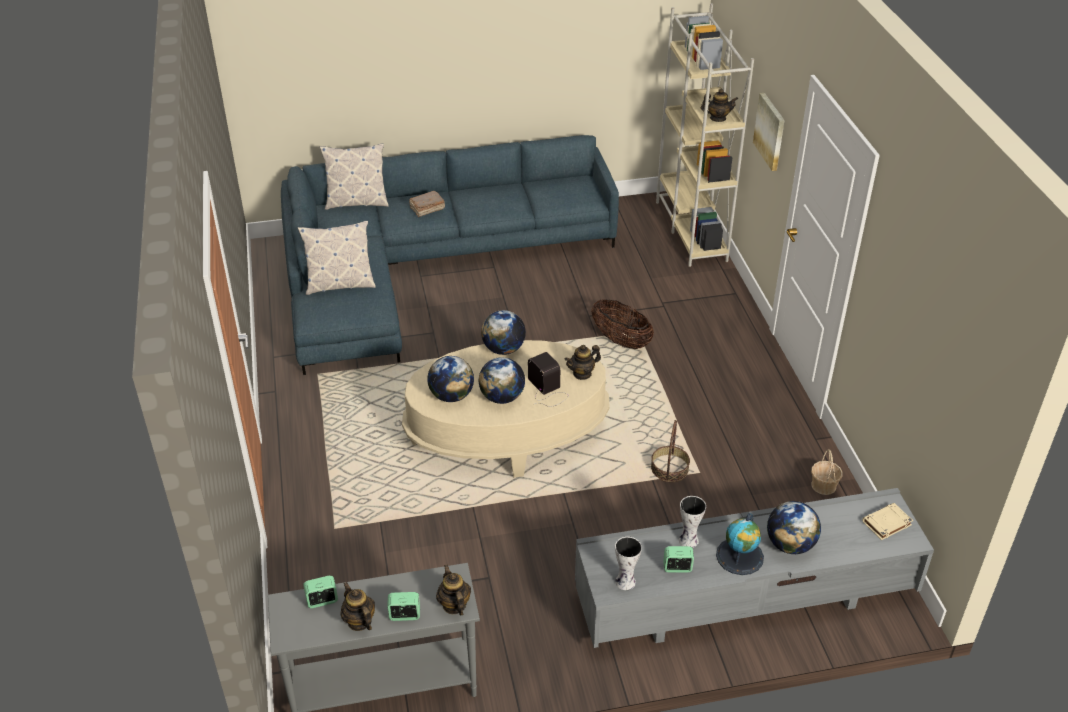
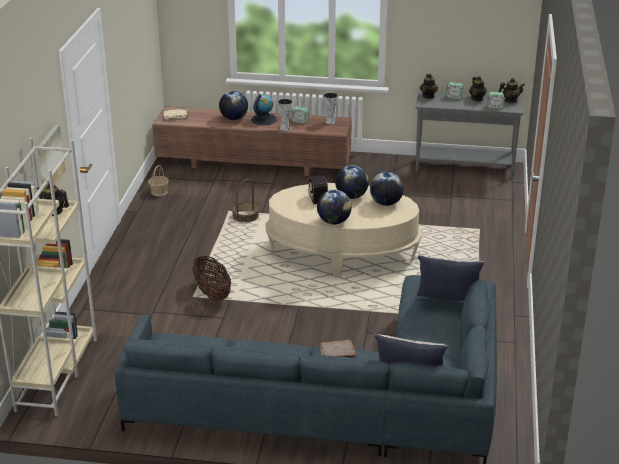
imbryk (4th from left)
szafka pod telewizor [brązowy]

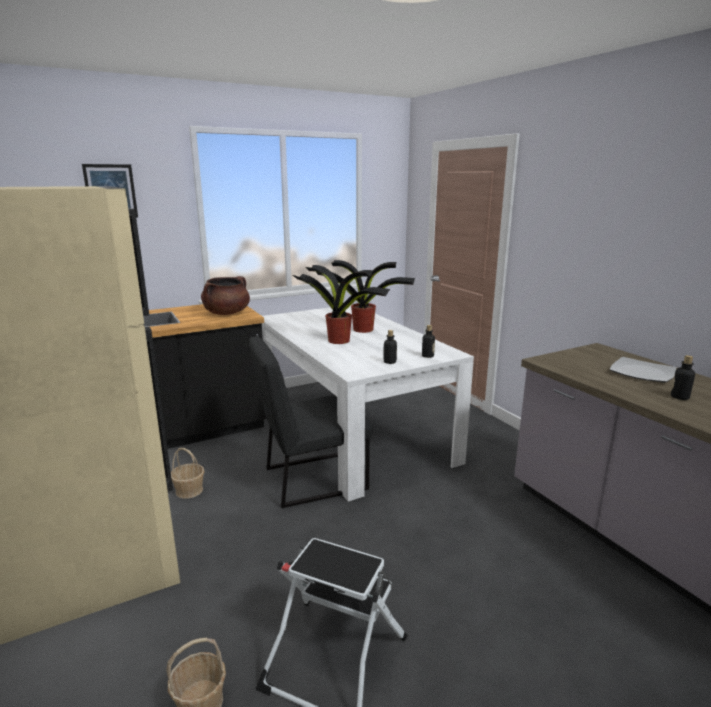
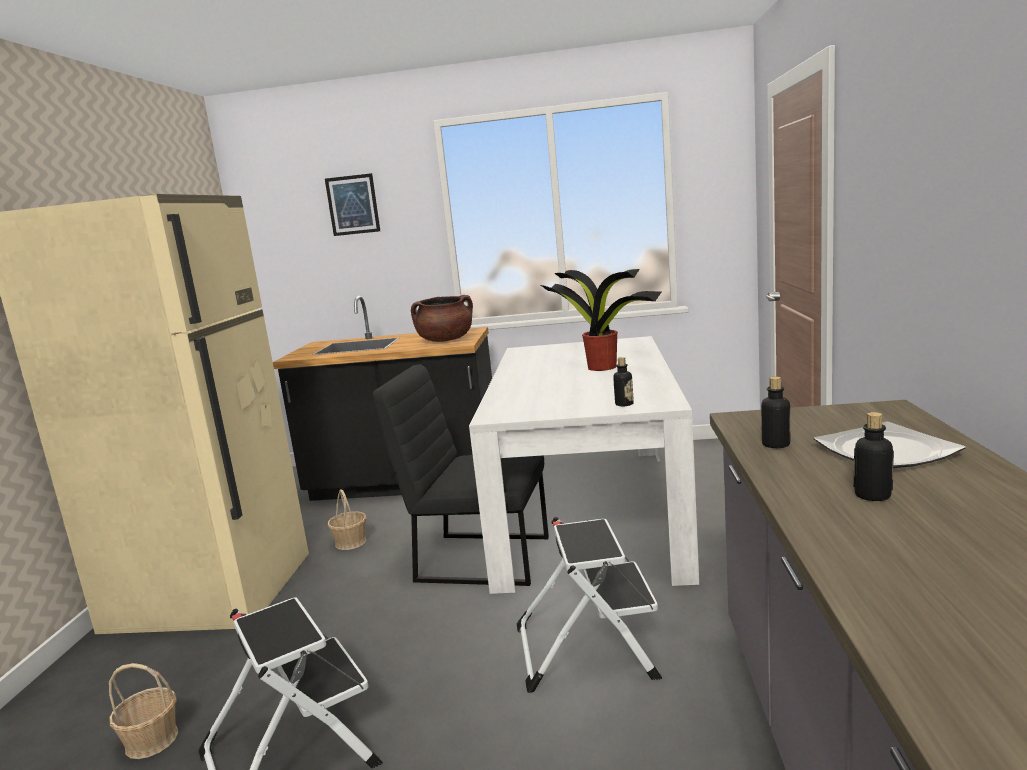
roślina doniczkowa (1st from left in the first image)
butelka (2nd from left)
drabinka (2nd from left)

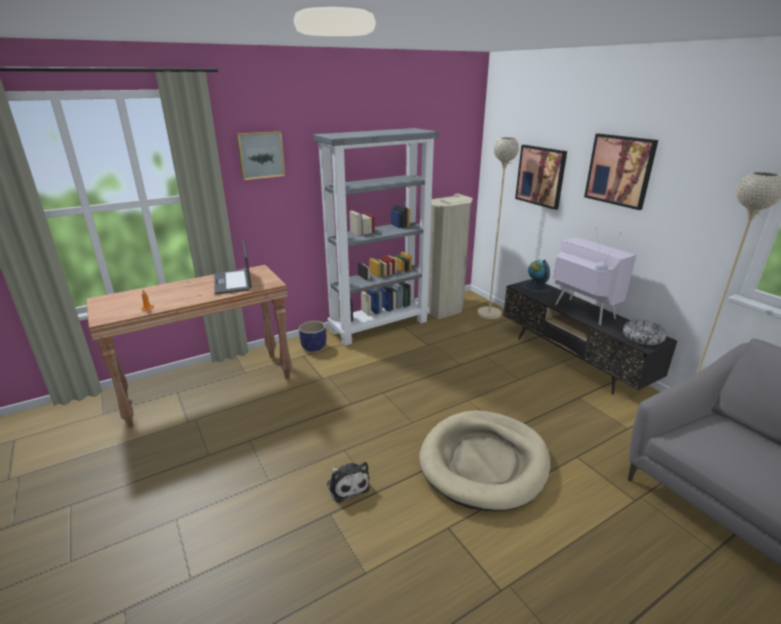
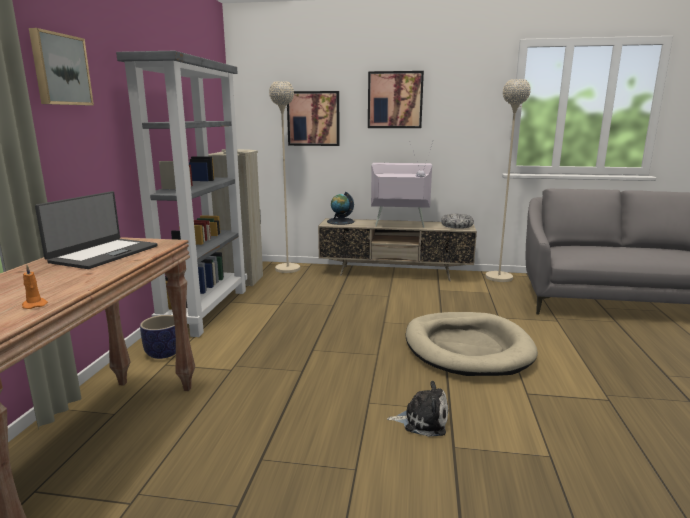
laptop
szafka pod telewizor [beżowy]

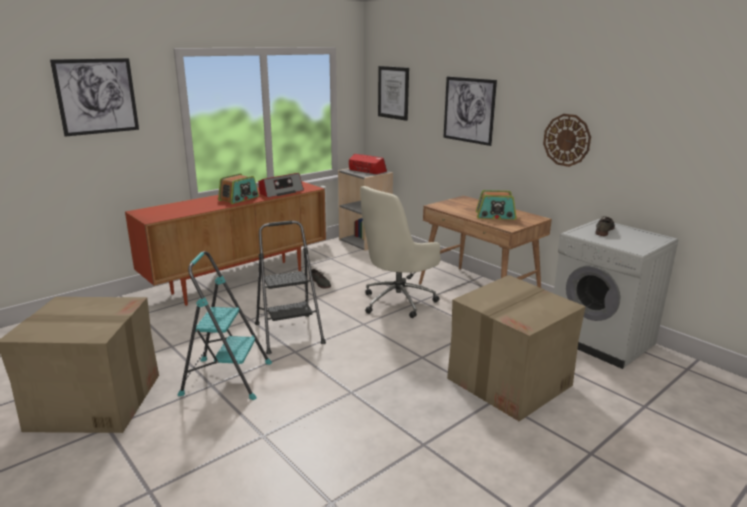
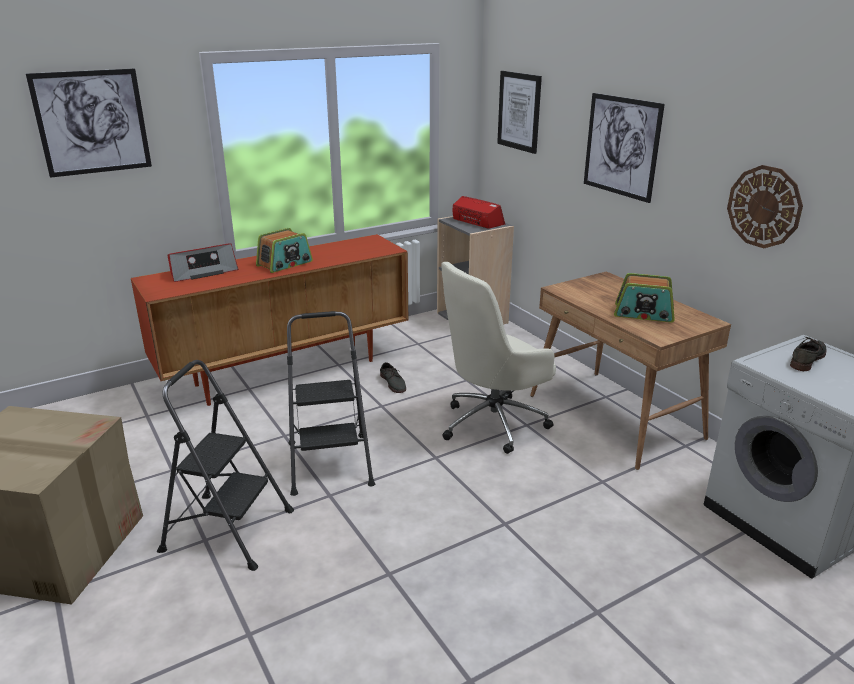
drabinka [czarny] (1st from left)
radio (1st from left)
karton (2nd from left in the first image)

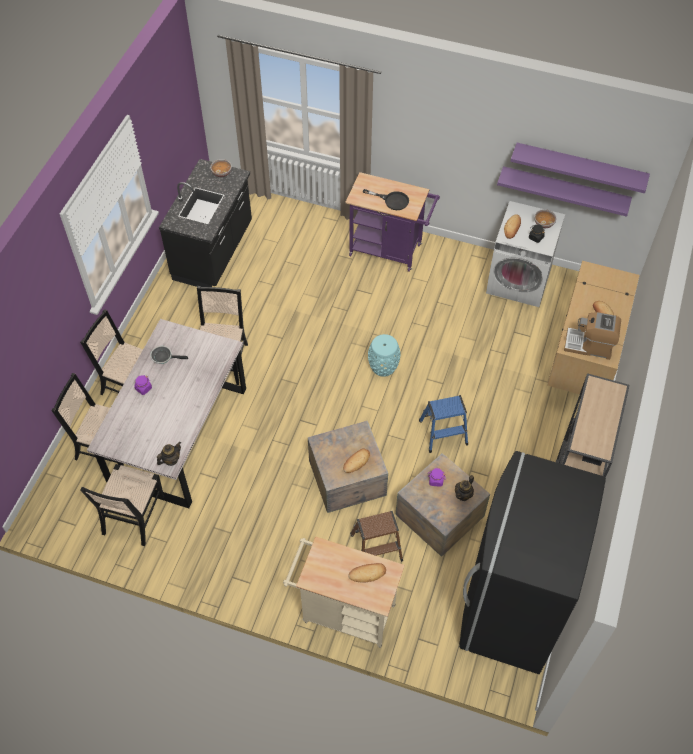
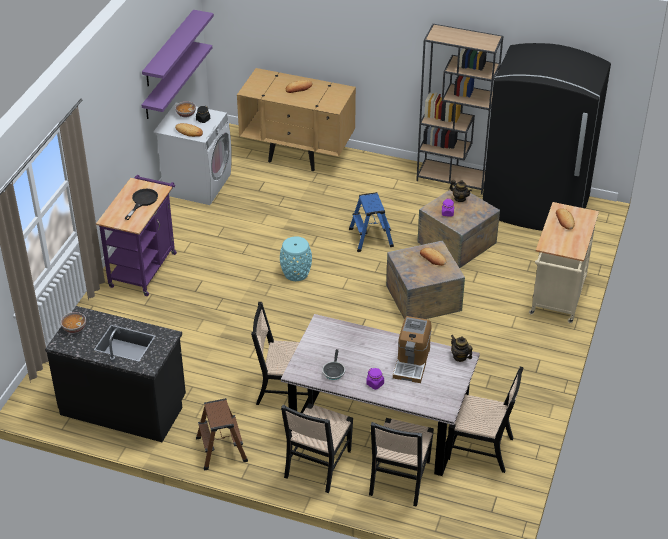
drabinka [brązowy]
ekspres do kawy

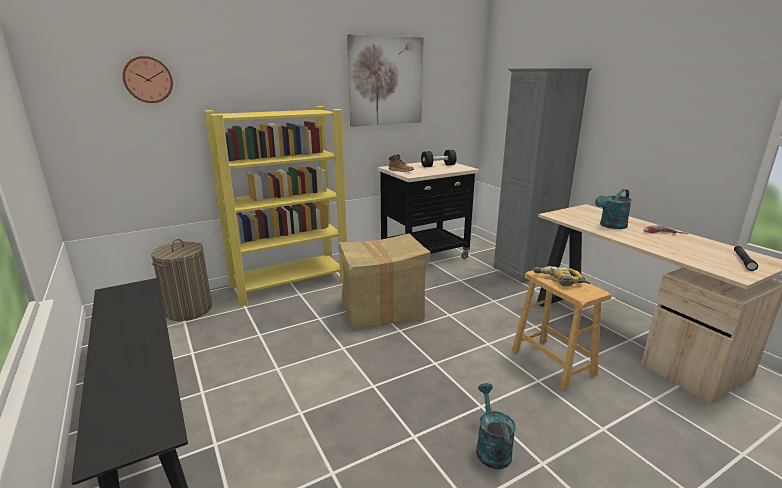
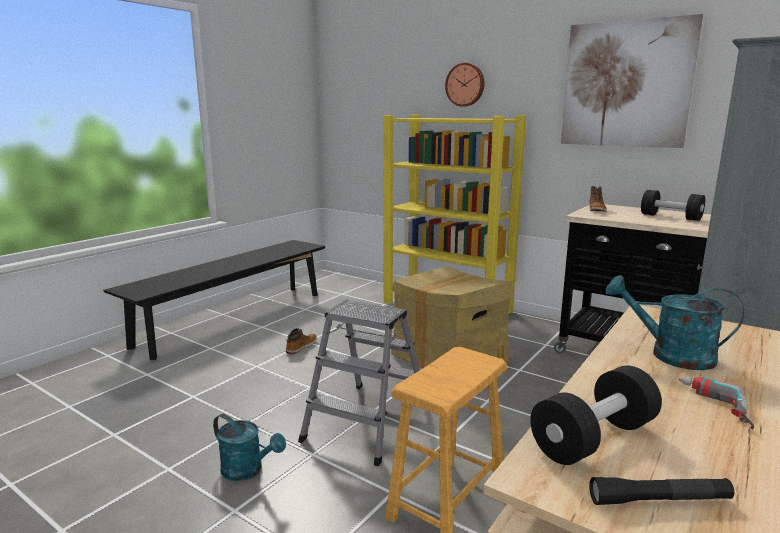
zegar ścienny
kosz na pranie
konewka [turkusowy] (1st from left)
wiertarka (1st from left in the first image)
but z cholewką (1st from left)
drabinka [szary]
hantel [czarny] (1st from left)

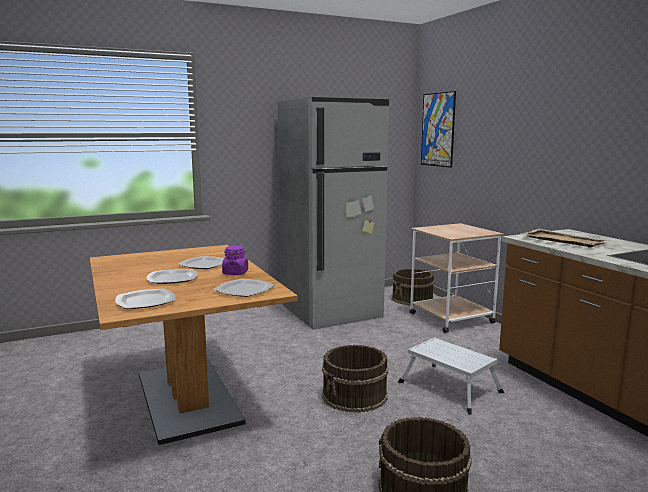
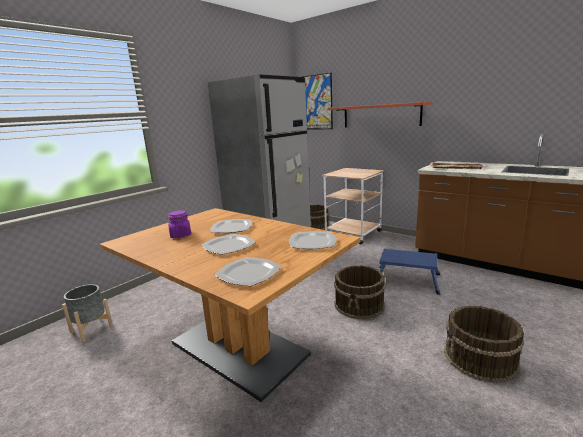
słoik [fioletowy]
drabinka [niebieski]
donica [szary]
półka

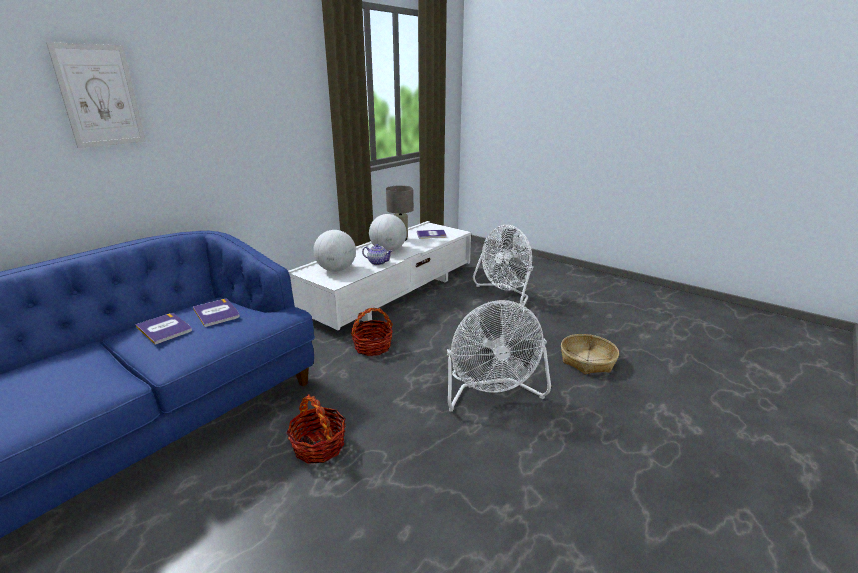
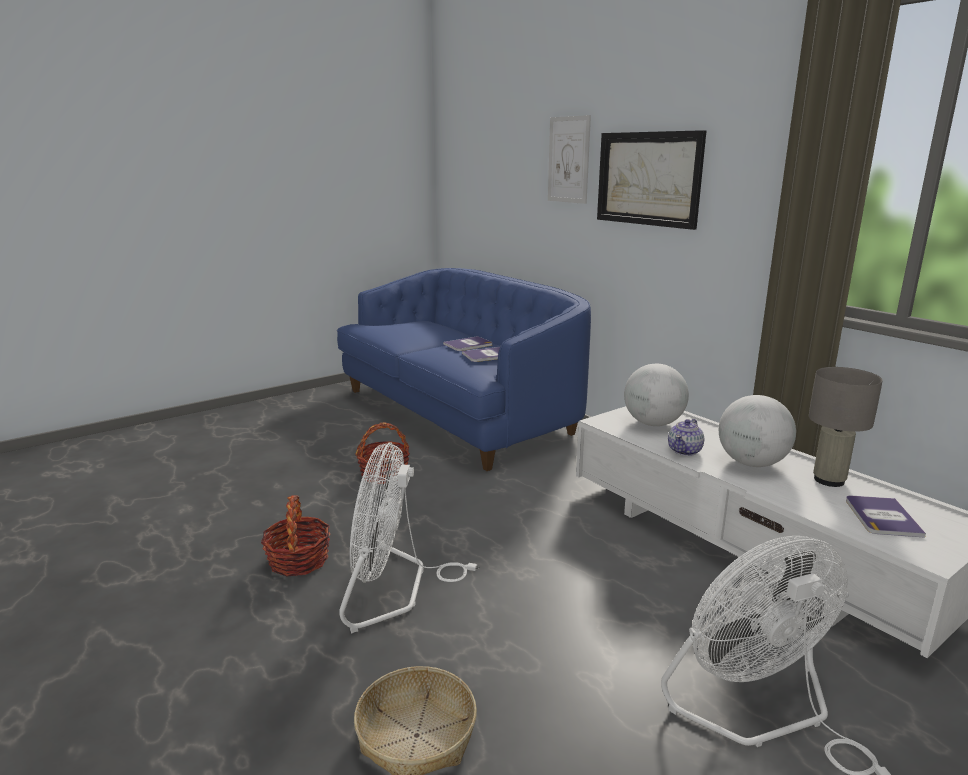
koszyk (1st from left)
obraz (2nd from left)

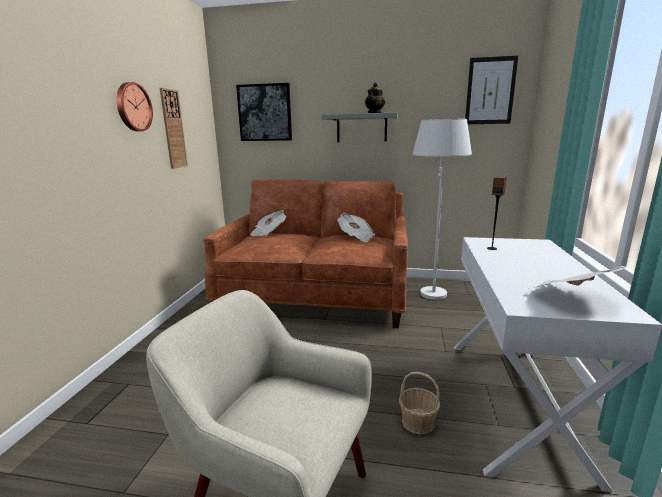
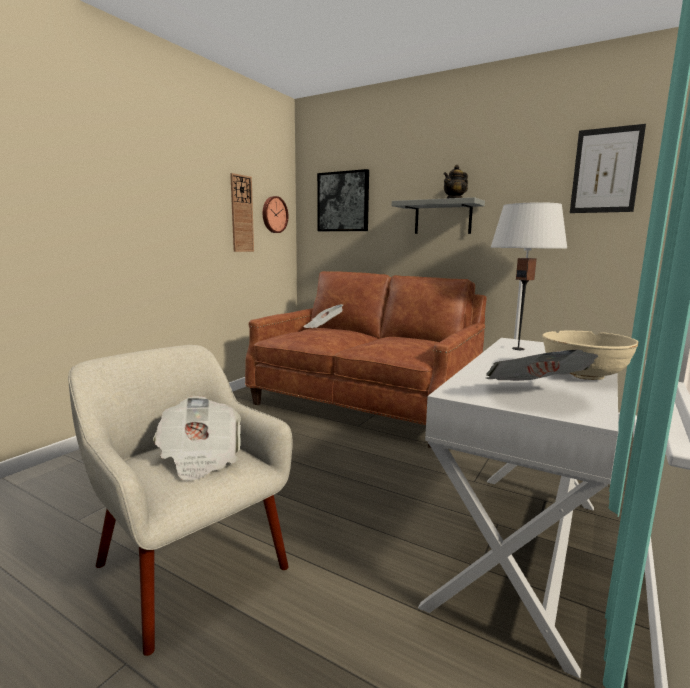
zegar ścienny (2nd from left)
gazeta (1st from left)
koszyk
miska [beżowy]

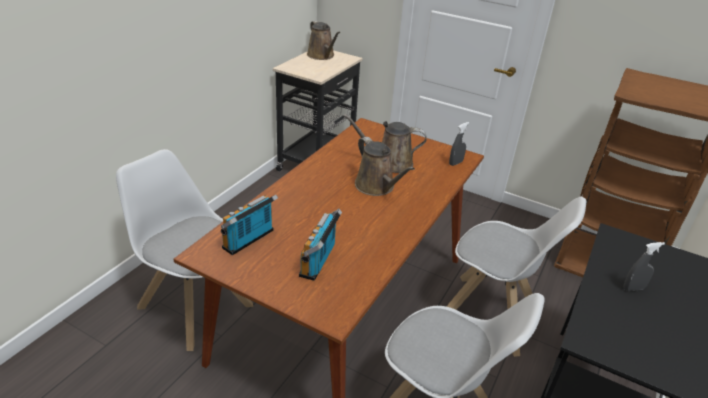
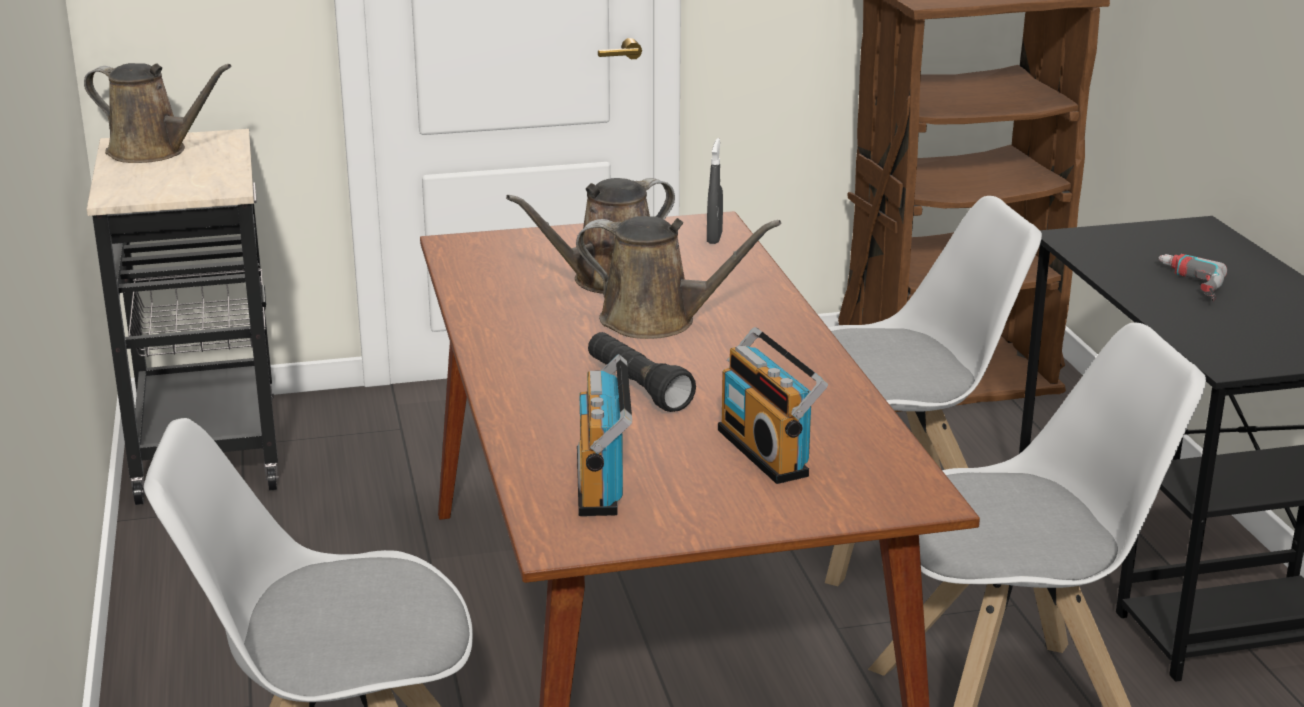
wiertarka
latarka [czarny]

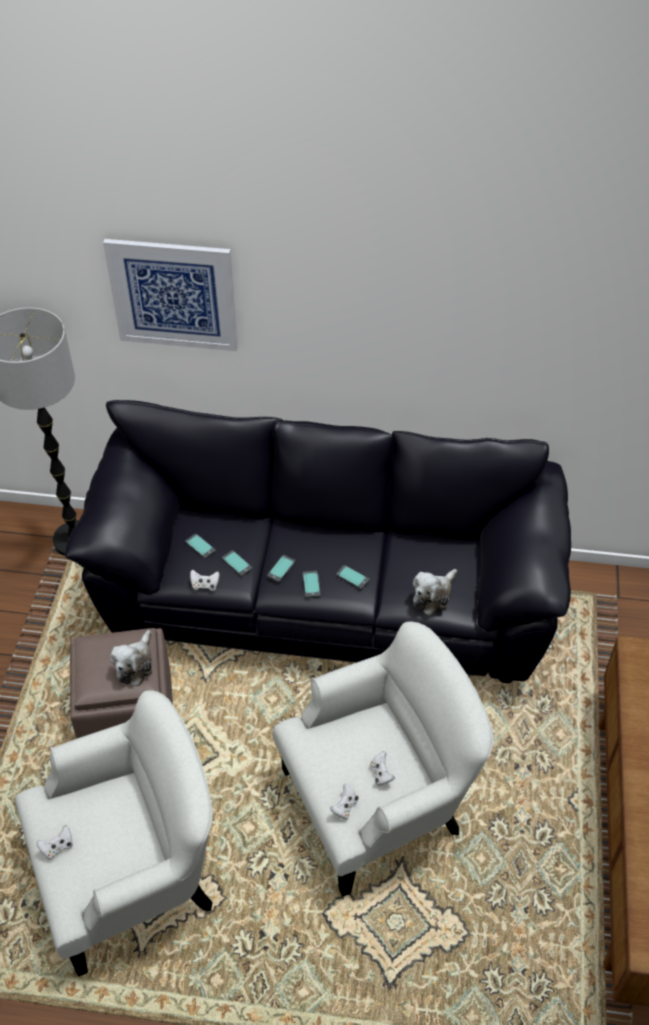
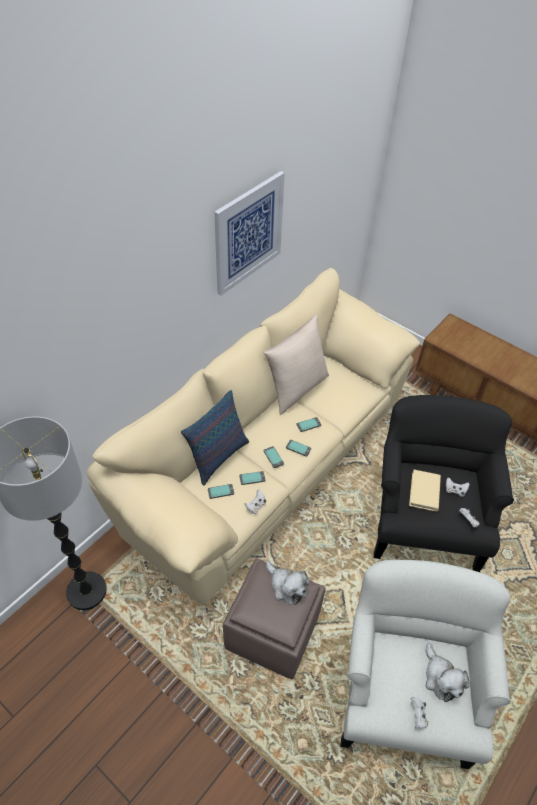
kanapa [beżowy]
obraz
fotel [czarny]
pluszak (2nd from left)
poduszka [niebieski]
poduszka [beżowy]
książka [beżowy]

